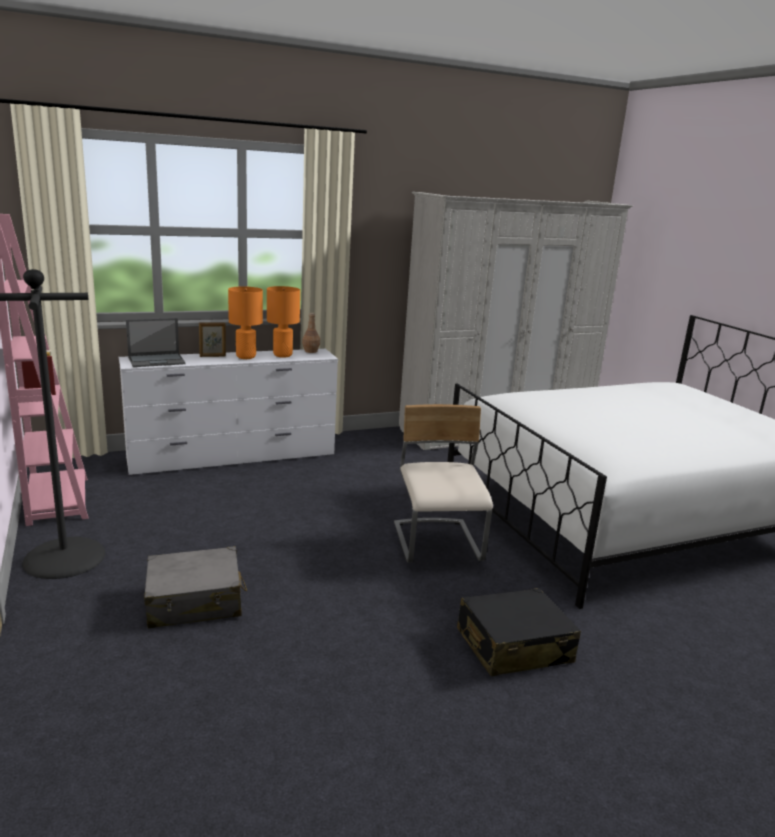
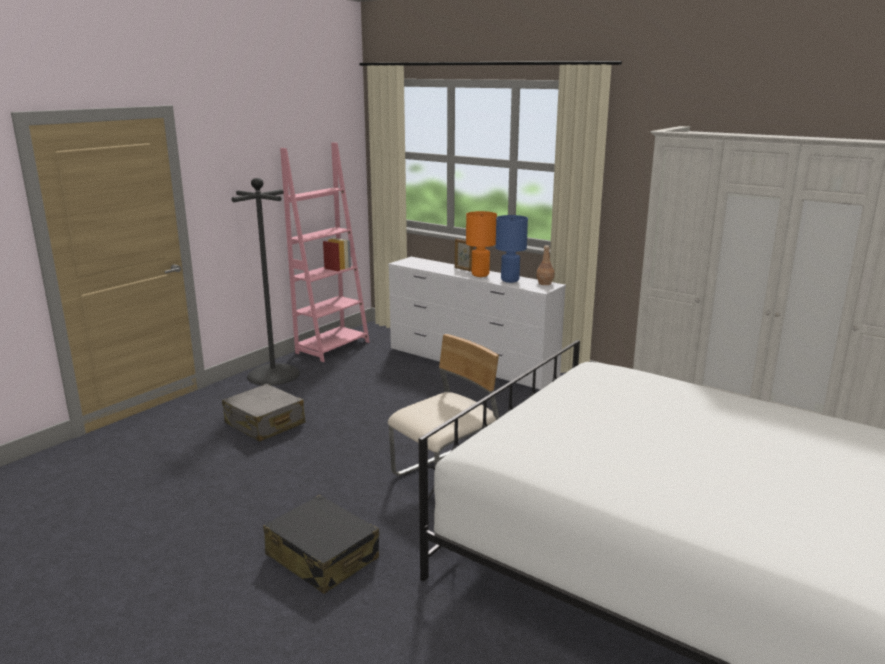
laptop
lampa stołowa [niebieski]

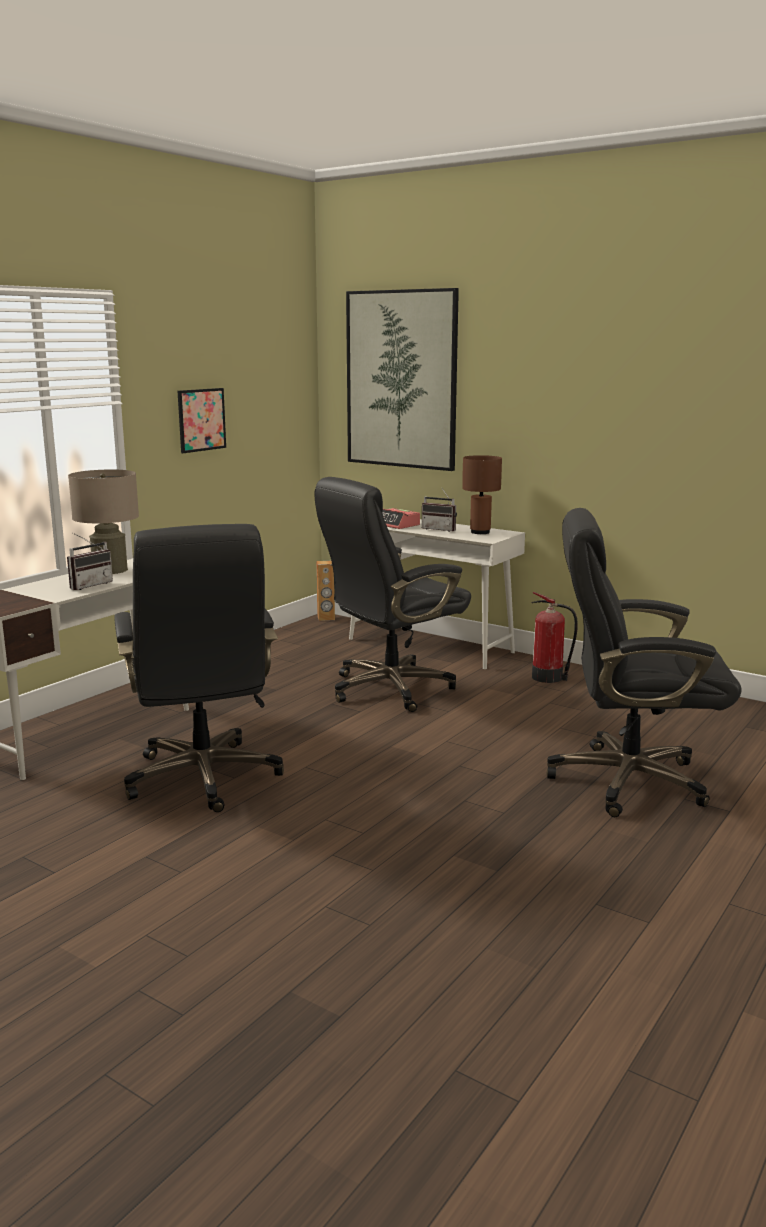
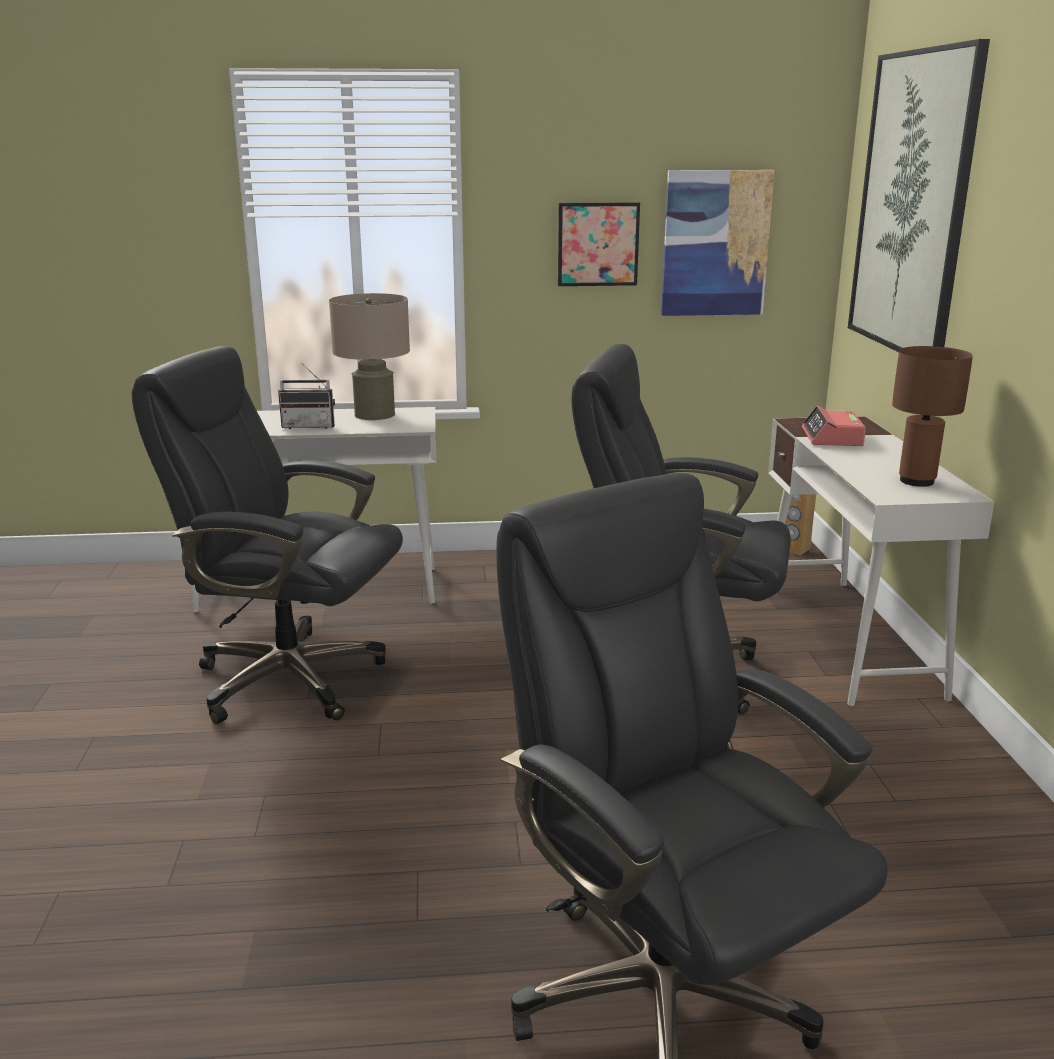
krzesło biurowe [czarny] (1st from left)
radio (2nd from left in the first image)
gaśnica
obraz (2nd from left)

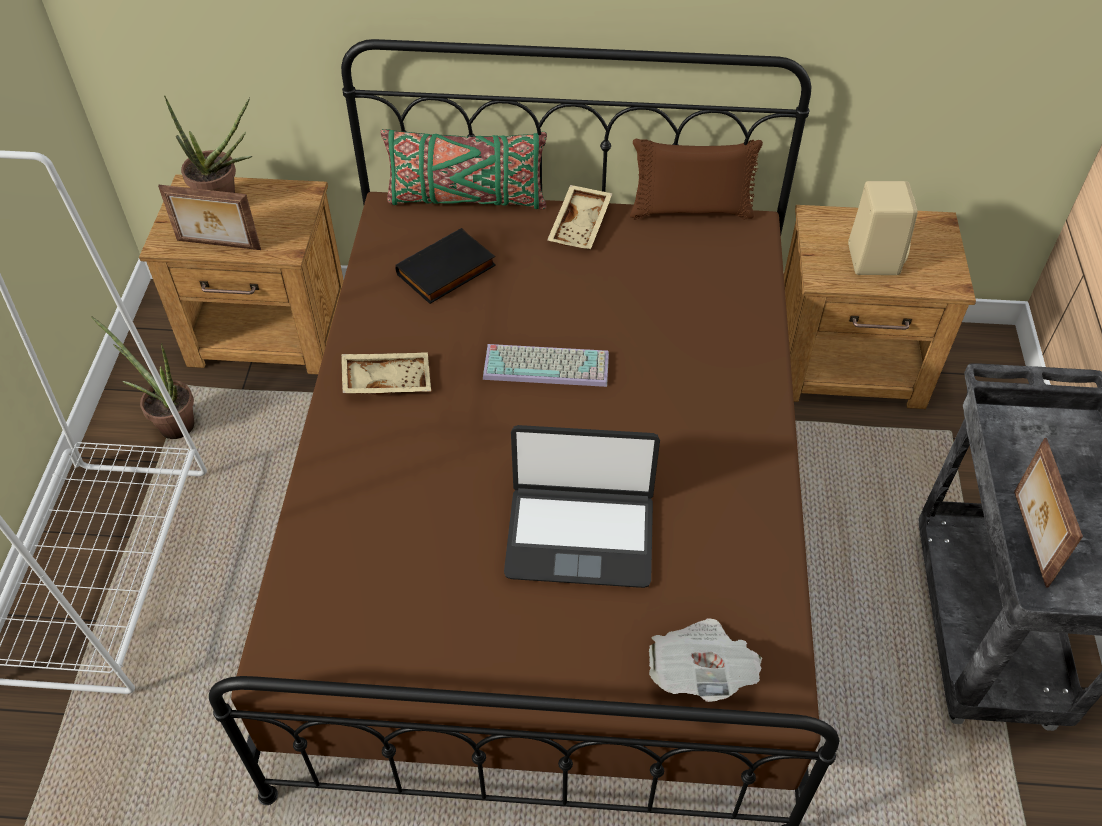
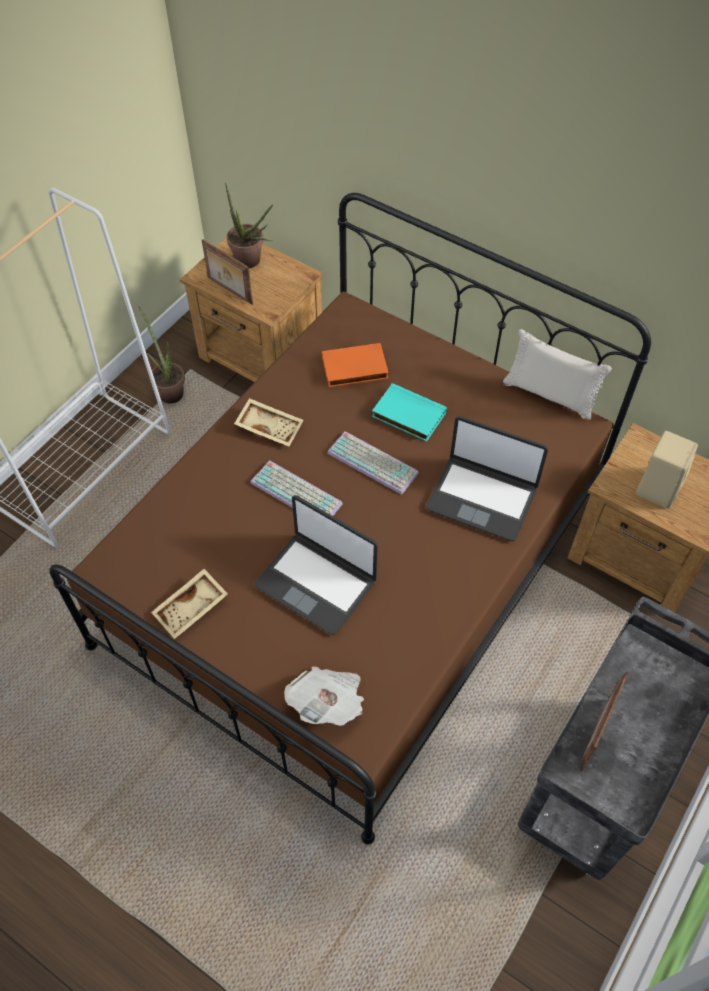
poduszka [zielony]
książka [pomarańczowy]
taca [beżowy] (1st from left)
poduszka [biały]
klawiatura (1st from left)
książka [turkusowy]
laptop (2nd from left)

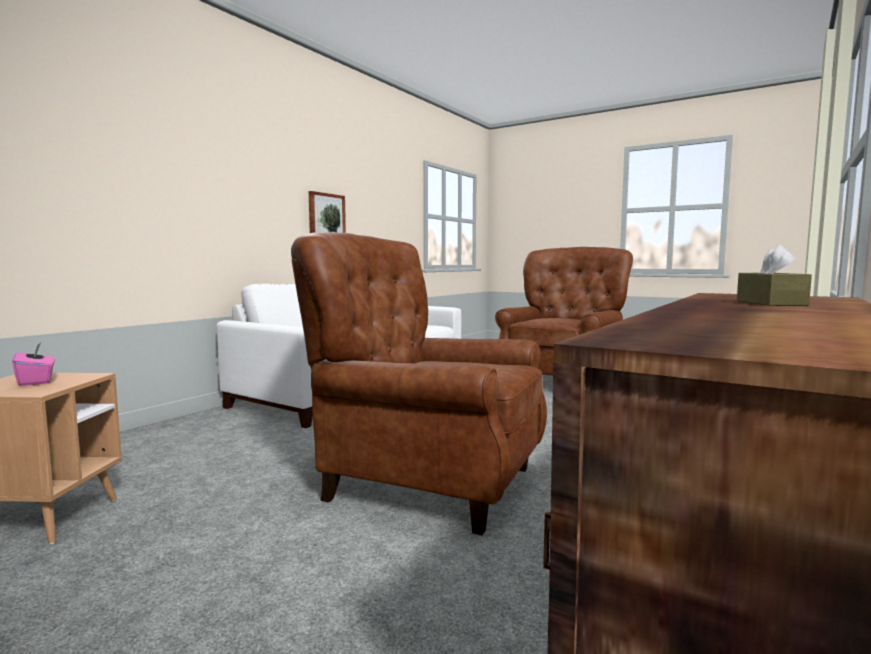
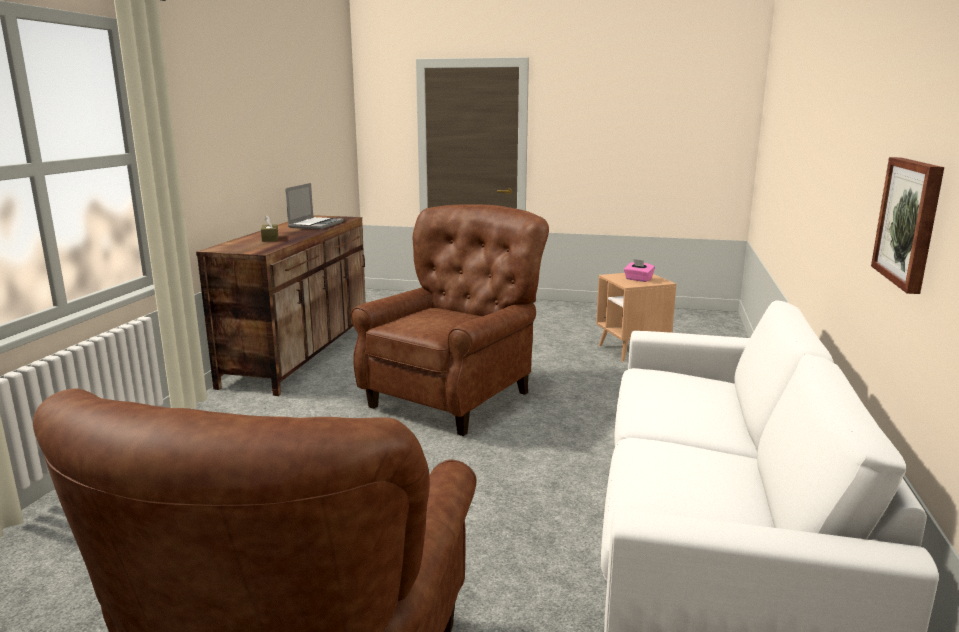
fotel [brązowy] (2nd from left)
laptop

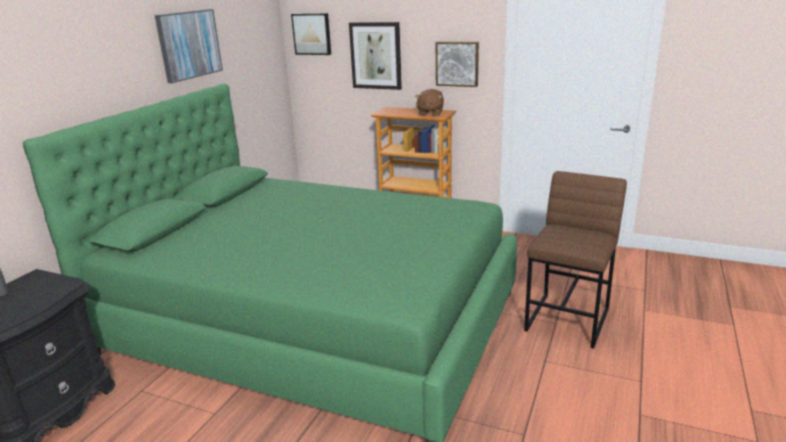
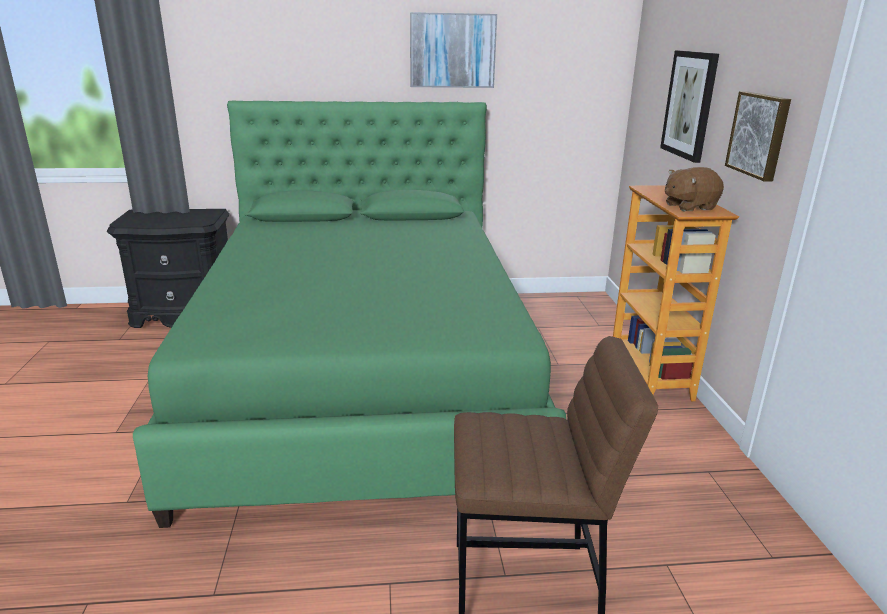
obraz (2nd from left in the first image)

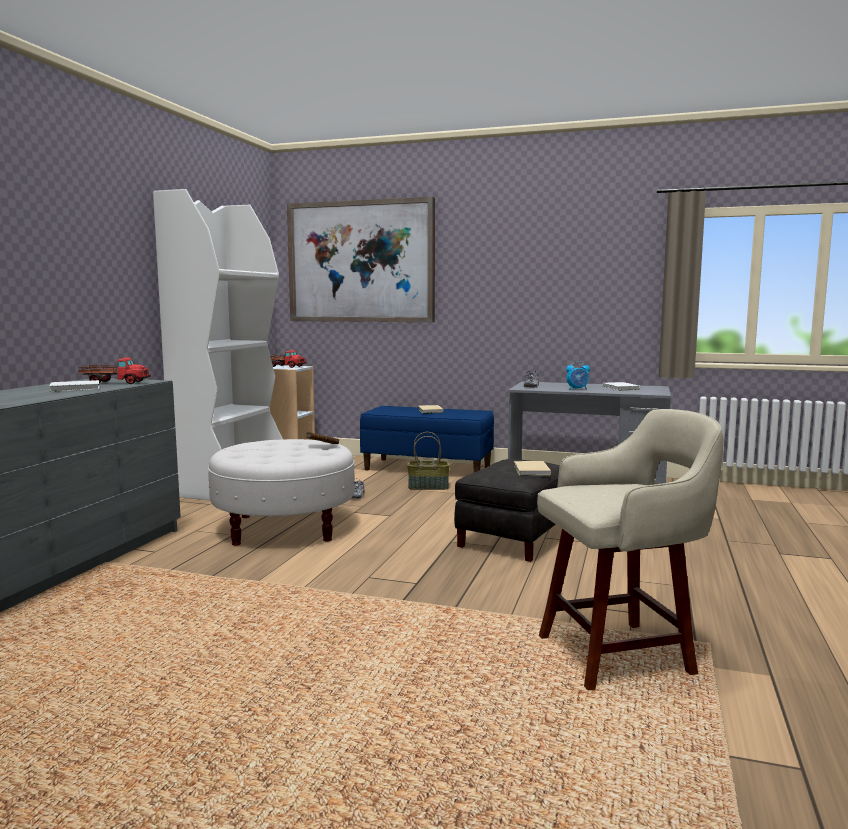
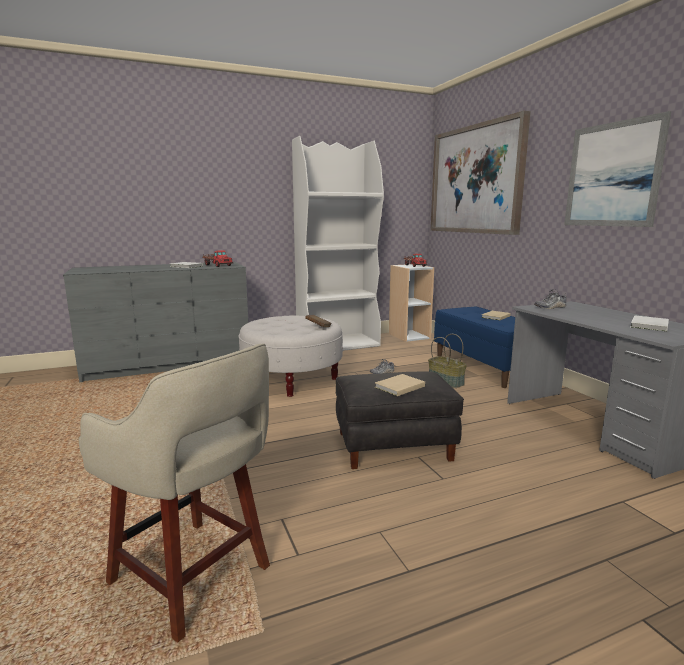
budzik
obraz (2nd from left)

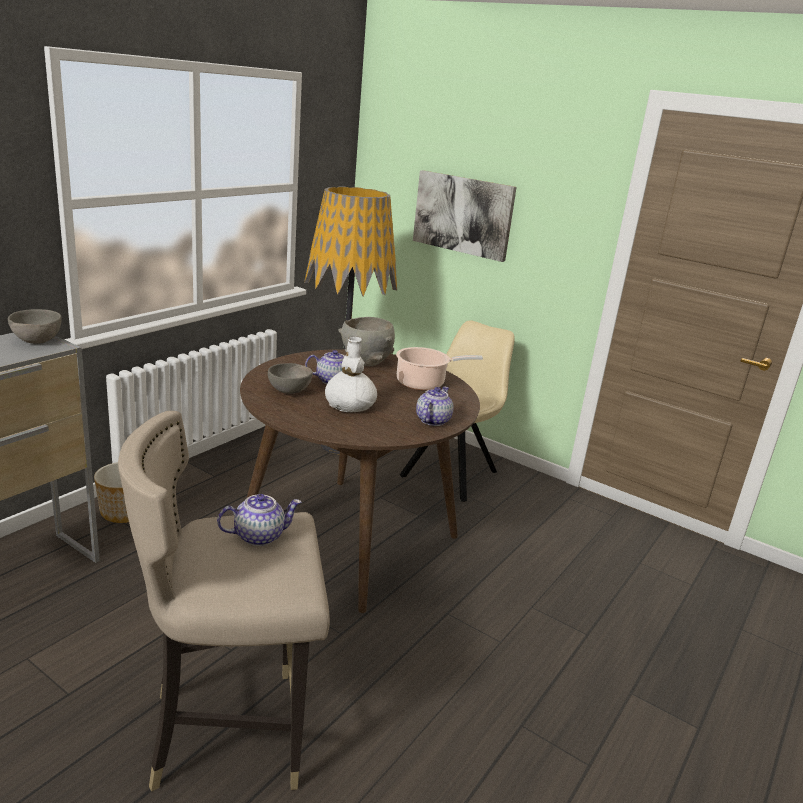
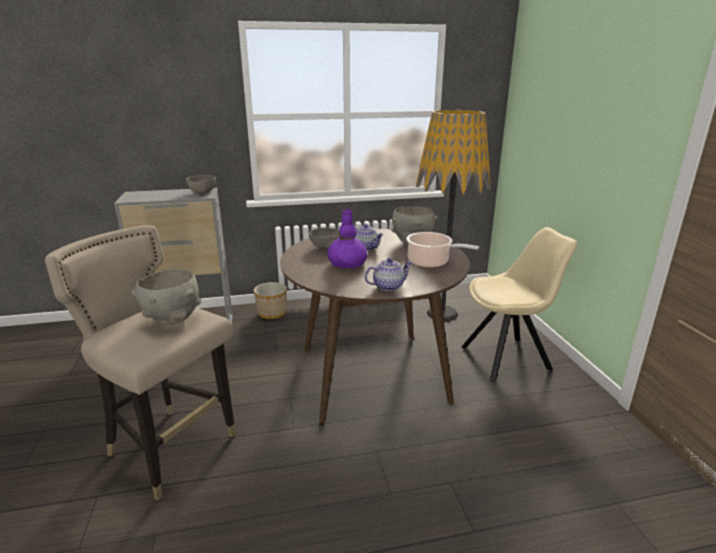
miska [szary] (1st from left)
wazon [fioletowy]
obraz

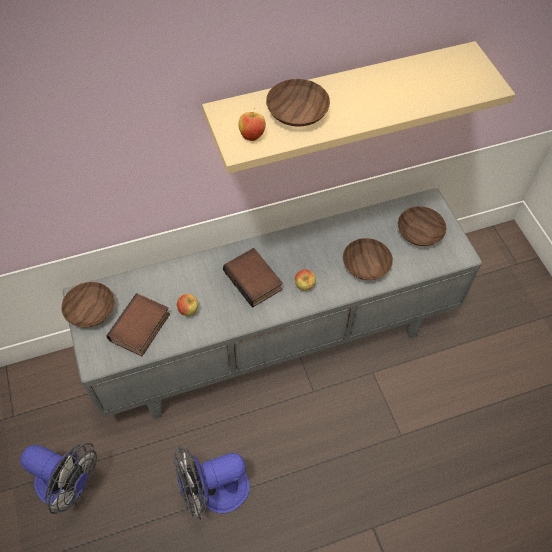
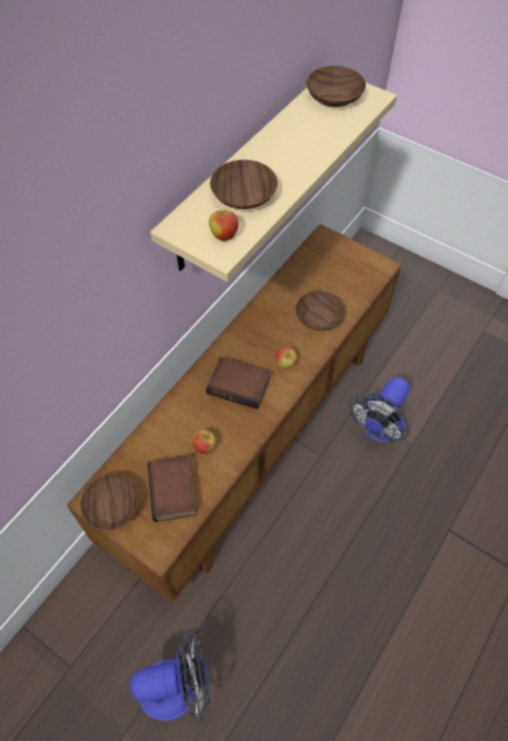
szafka pod telewizor [brązowy]
wentylator (2nd from left)
miska [brązowy] (4th from left)

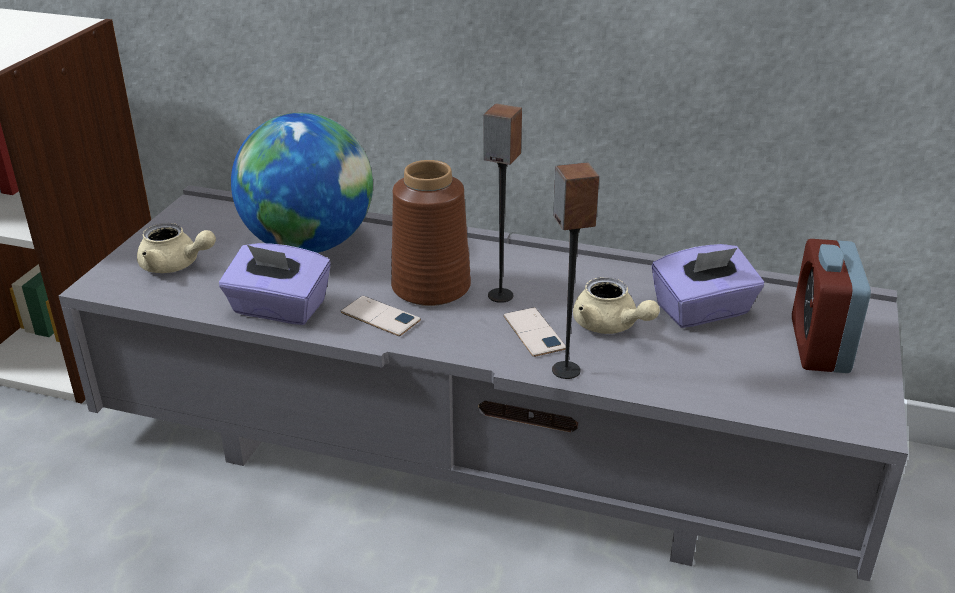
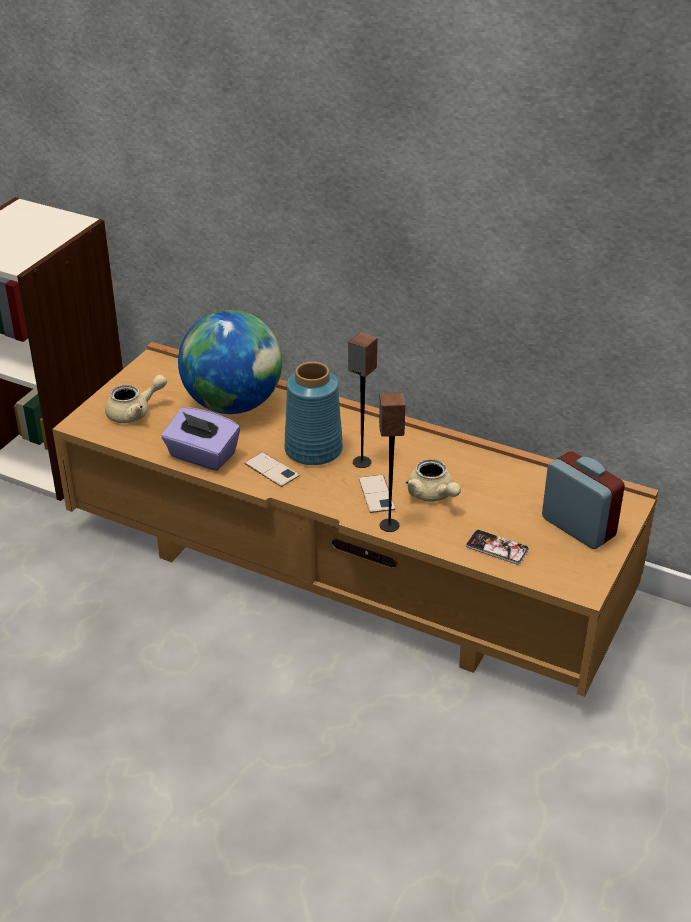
szafka pod telewizor [brązowy]
imbryk [beżowy] (1st from left)
wazon [niebieski]
pudełko chusteczek [fioletowy] (2nd from left in the first image)
budzik
telefon (3rd from left)

